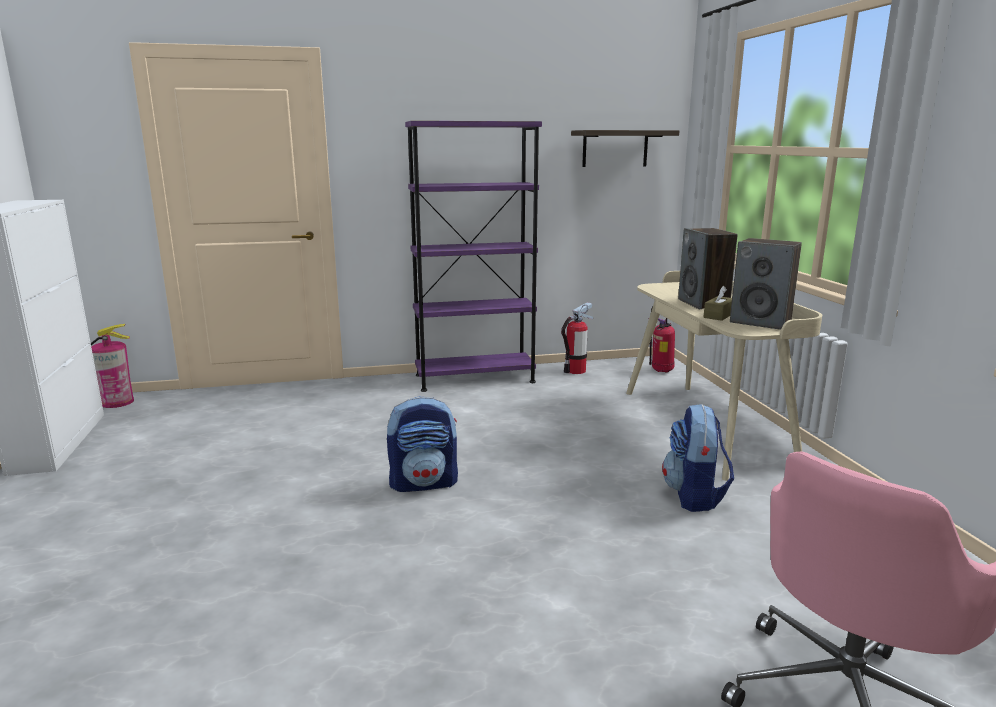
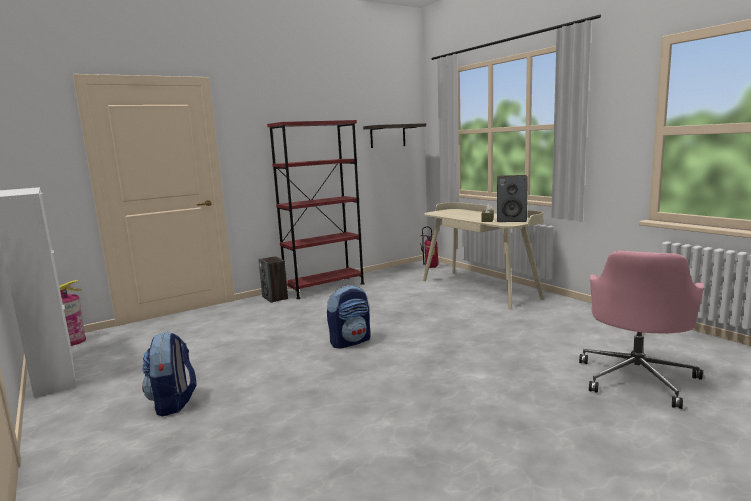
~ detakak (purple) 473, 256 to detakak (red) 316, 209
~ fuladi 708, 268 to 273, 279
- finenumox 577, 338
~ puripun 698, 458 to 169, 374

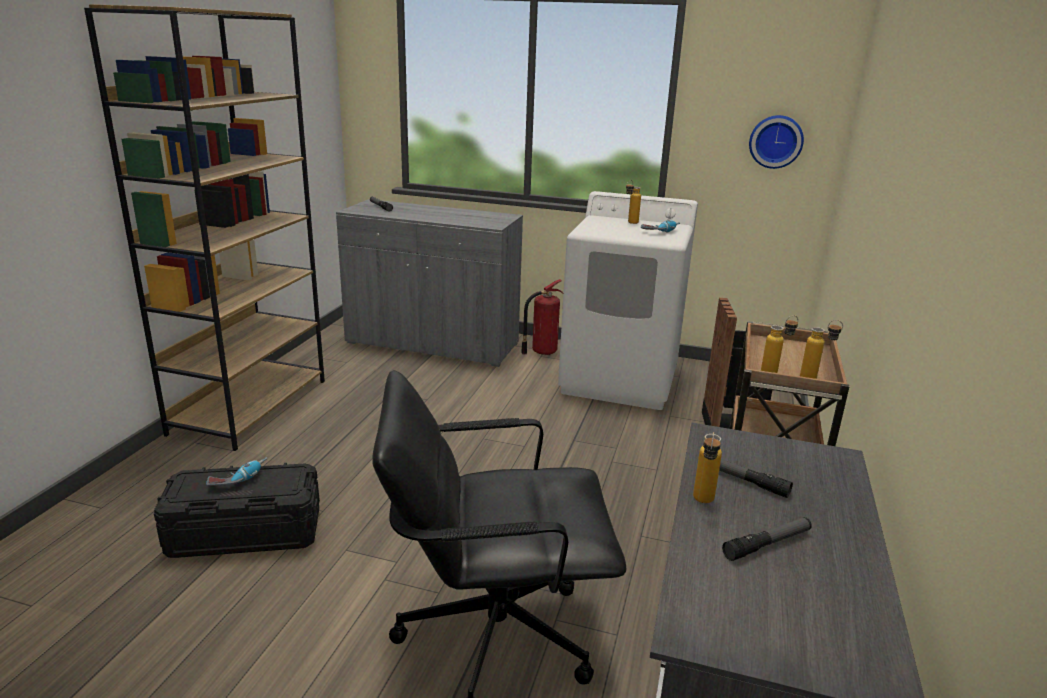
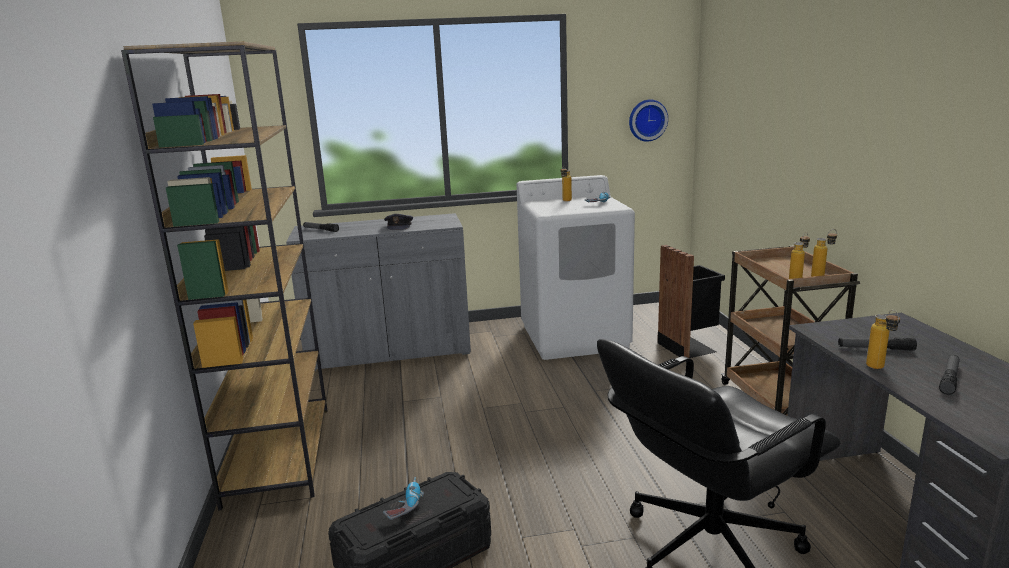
- finenumox 542, 317
+ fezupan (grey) 398, 222

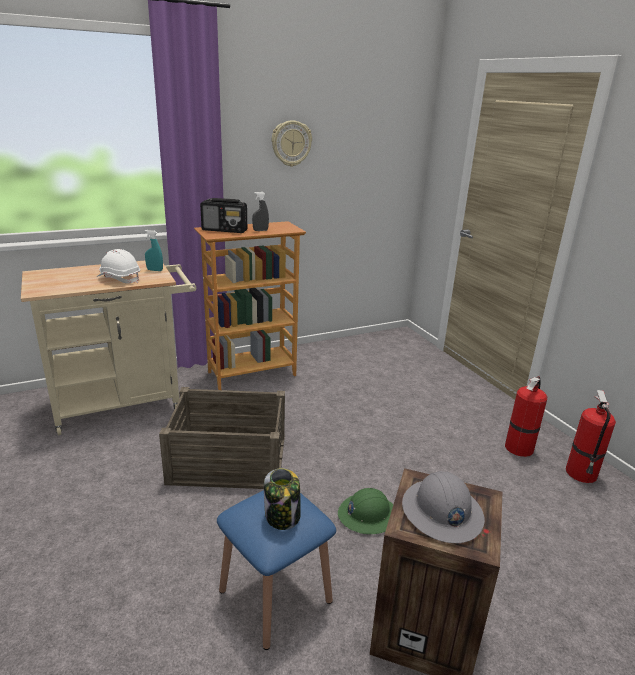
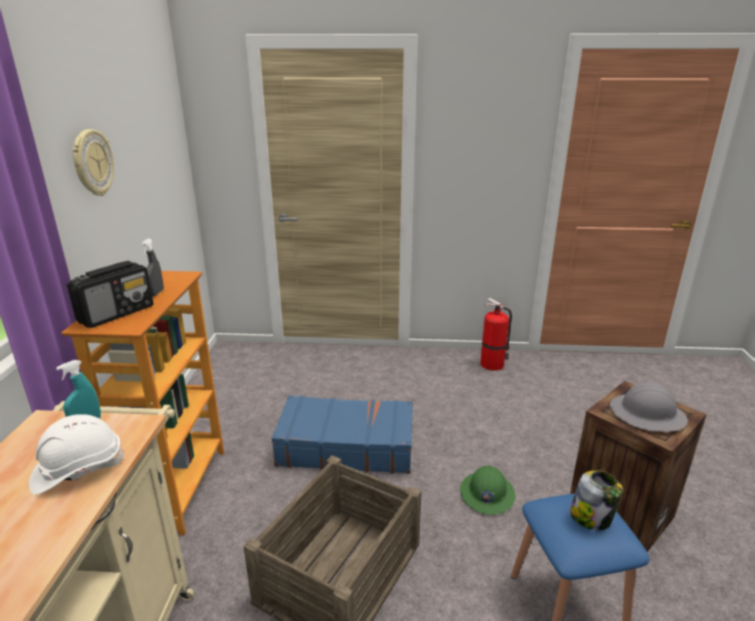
- finenumox 526, 416
+ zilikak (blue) 342, 435

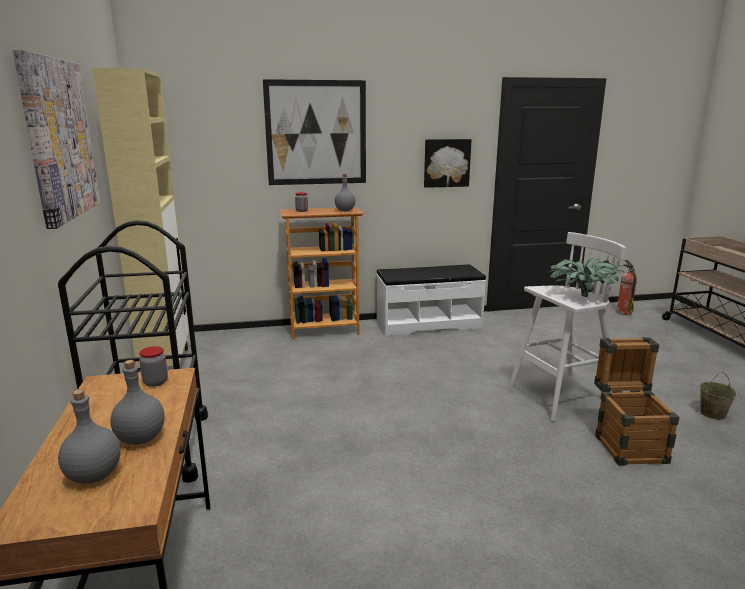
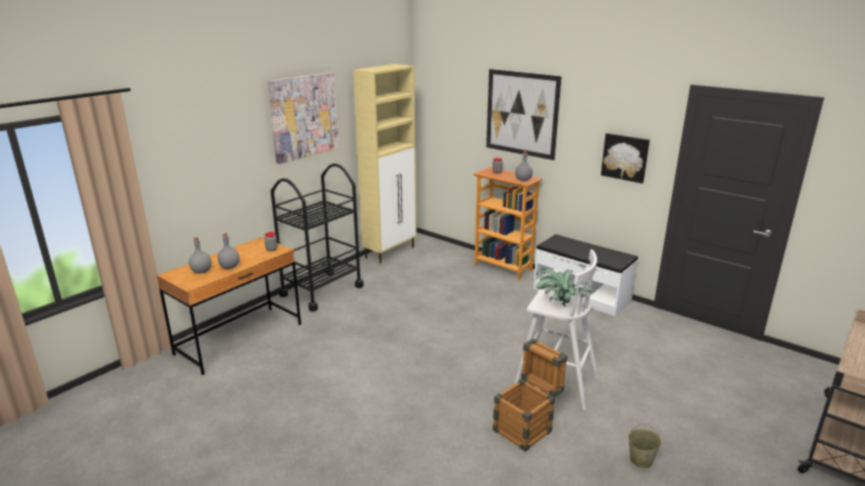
- finenumox 626, 287

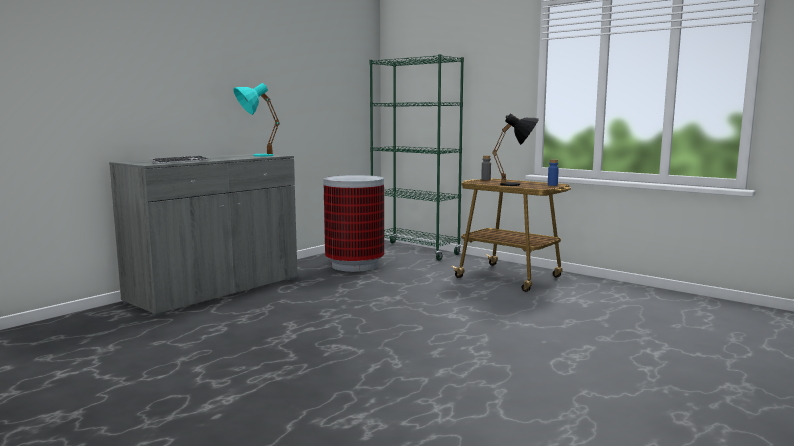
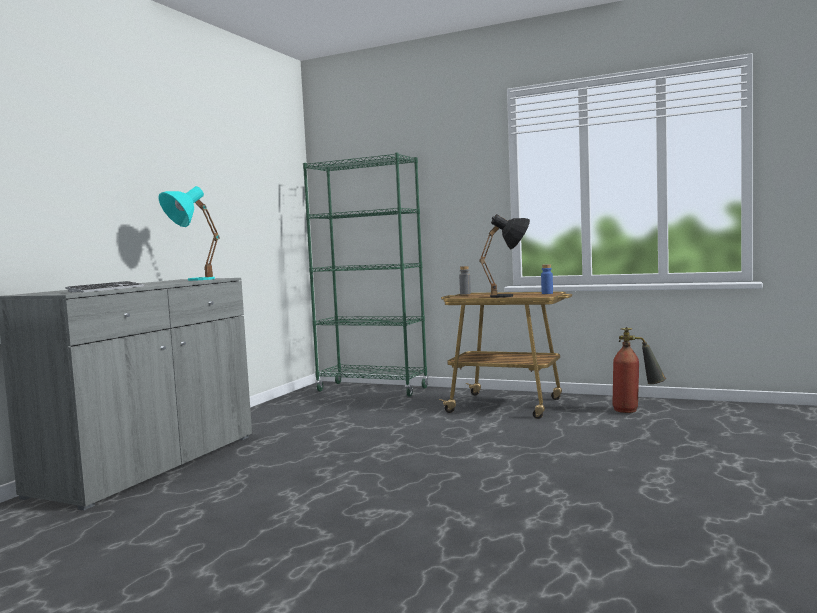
- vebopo 353, 223
+ finenumox 639, 370

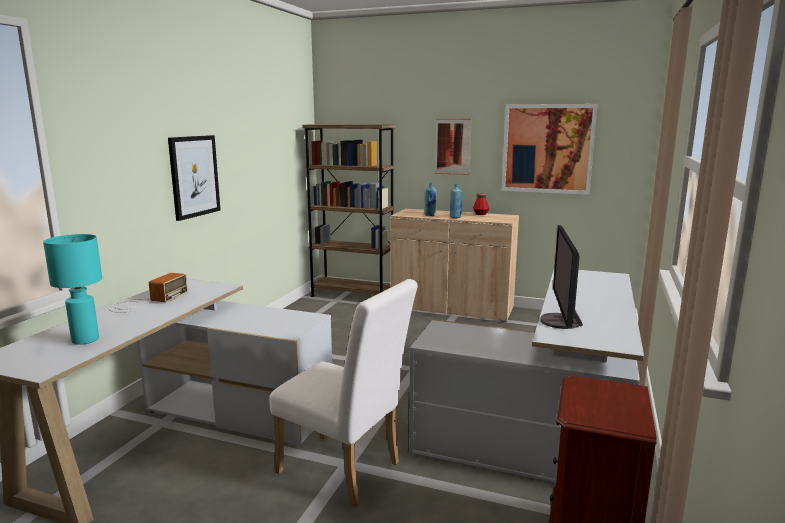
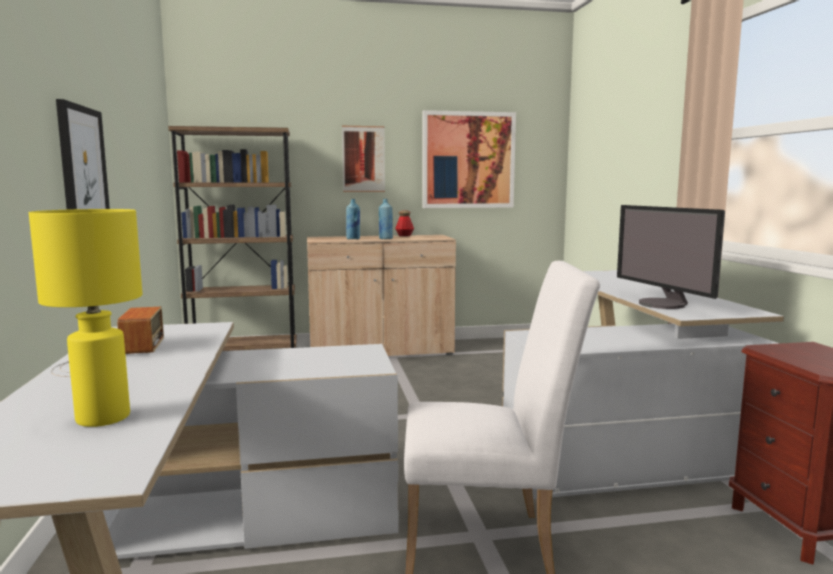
~ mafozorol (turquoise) 72, 289 to mafozorol (yellow) 85, 318

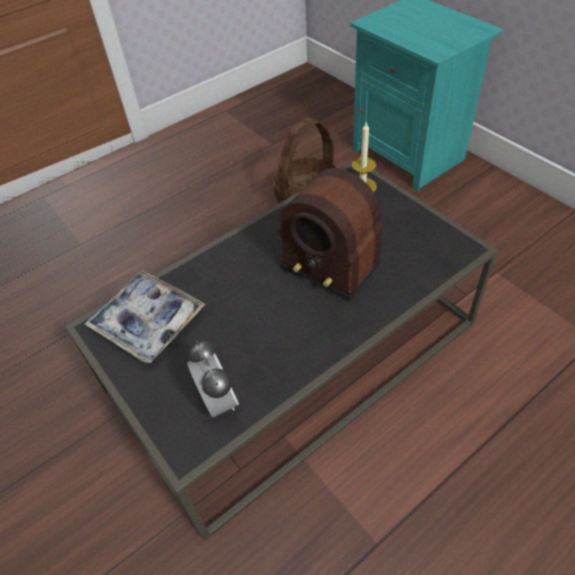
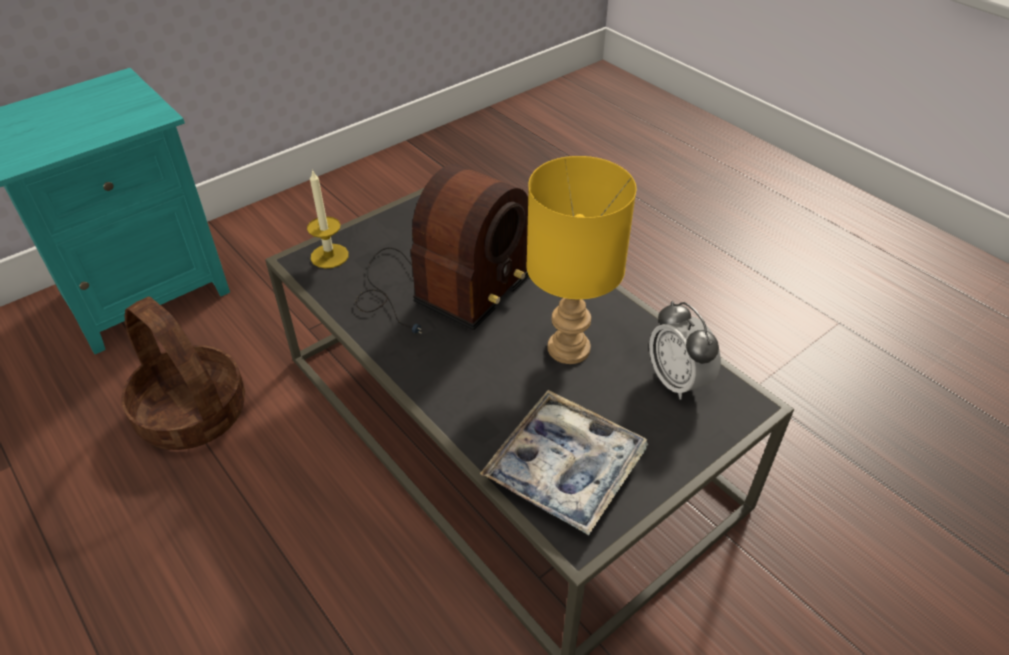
~ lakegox 213, 379 = 685, 350 90 degrees counterclockwise
+ mafozorol (yellow) 581, 260

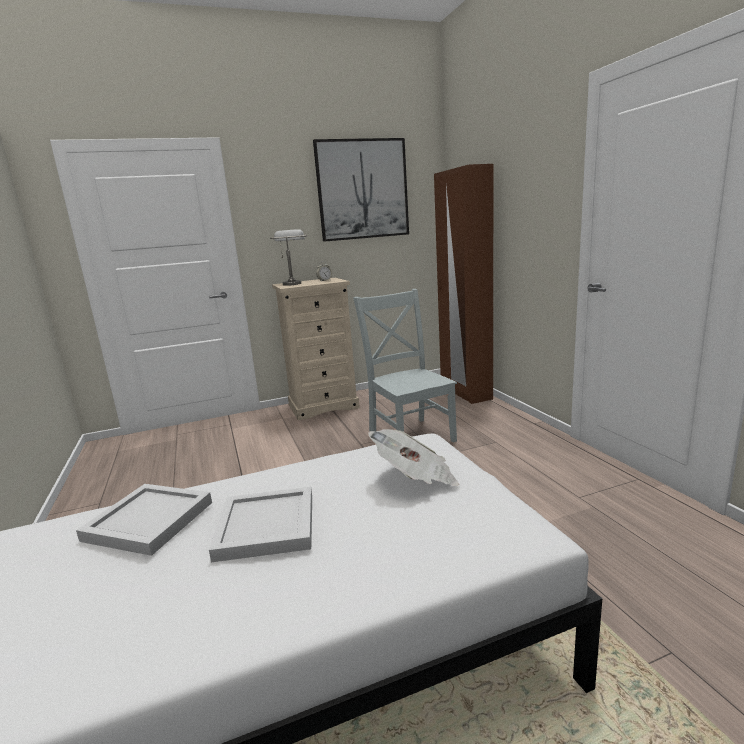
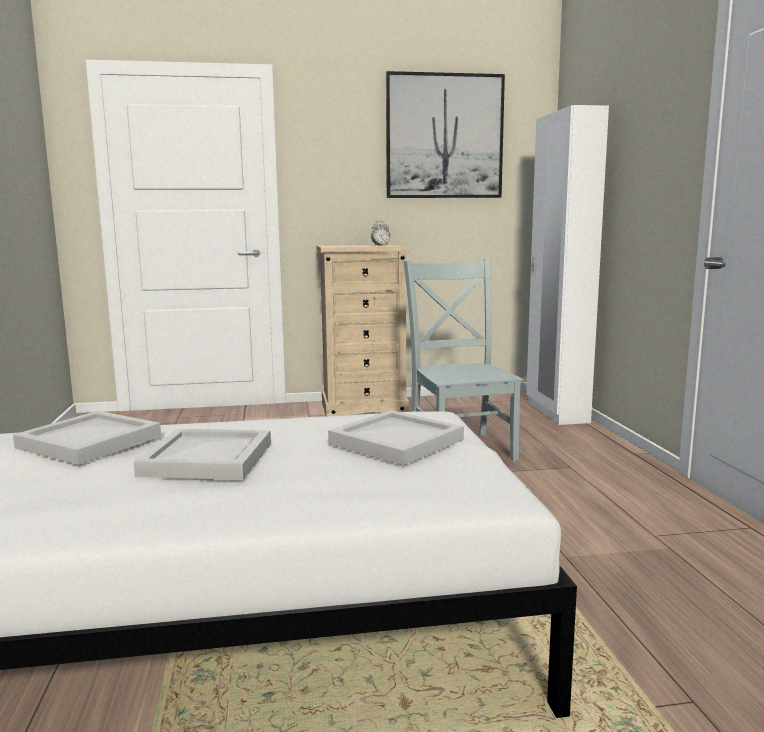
~ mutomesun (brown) 463, 284 to mutomesun (white) 567, 265
- mafozorol (grey) 288, 257
~ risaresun 414, 457 to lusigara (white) 396, 438

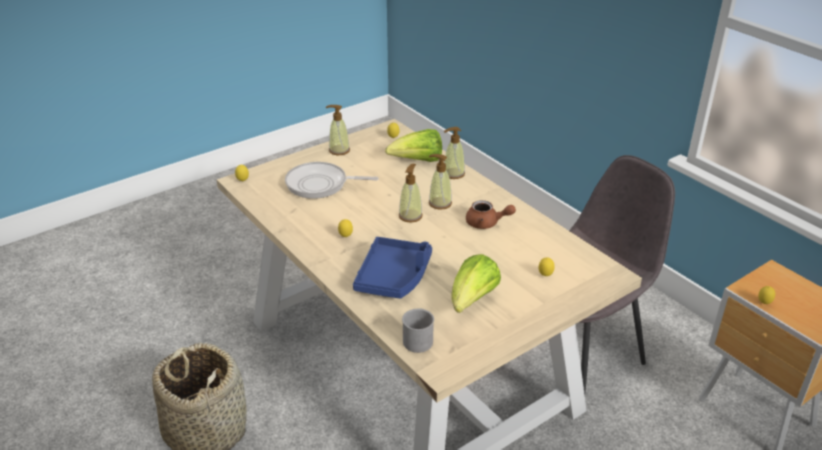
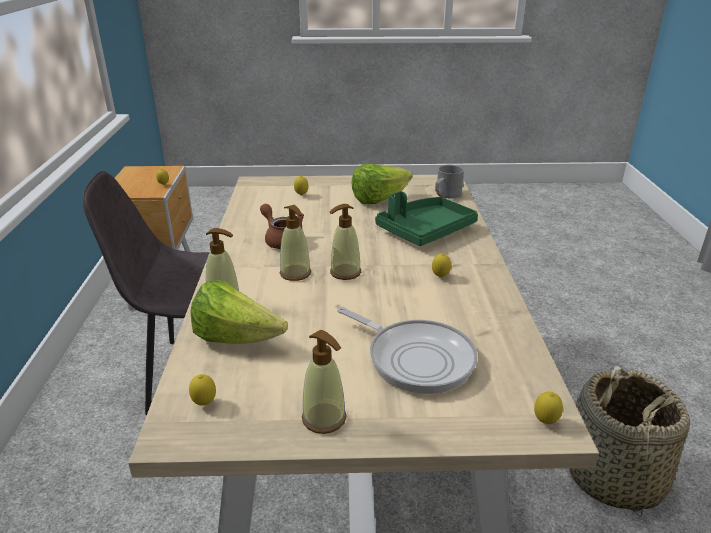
~ lusigara (blue) 392, 267 to lusigara (green) 426, 218

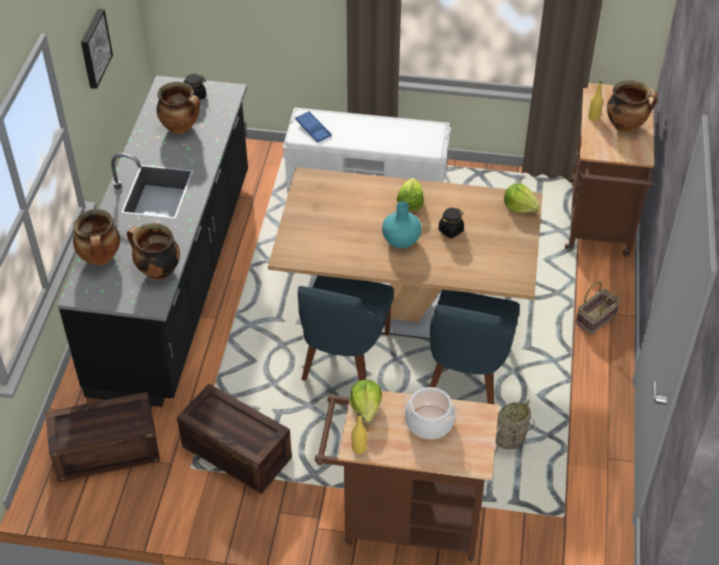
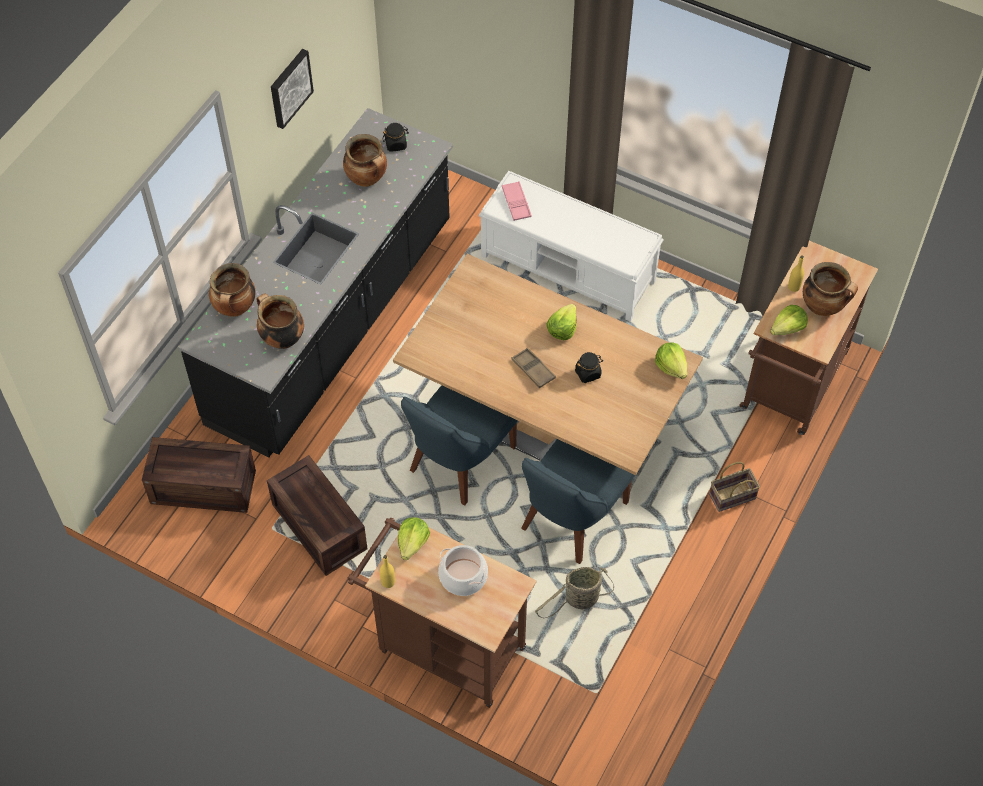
~ lusigara (blue) 313, 126 to lusigara (pink) 517, 201
~ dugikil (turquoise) 401, 224 to lusigara (brown) 534, 368
+ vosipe 789, 320

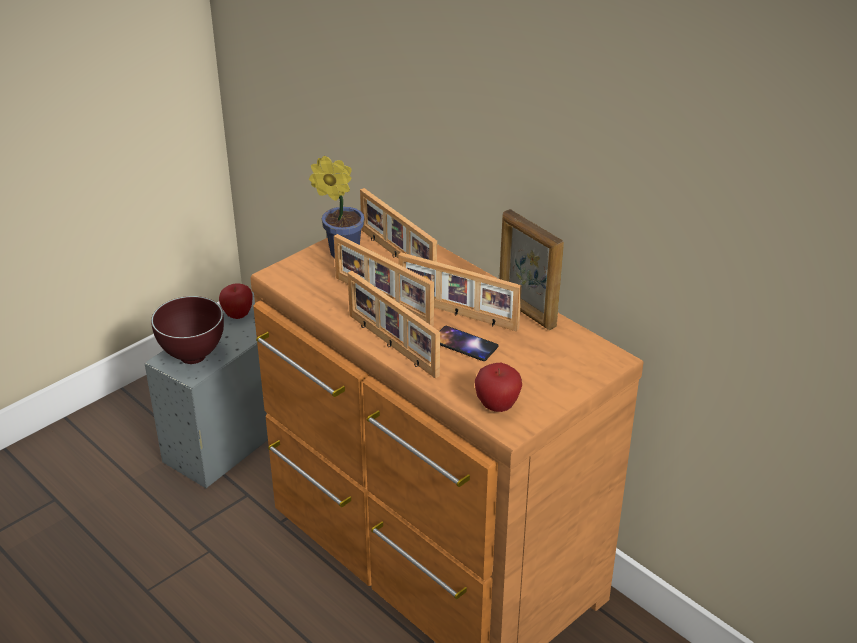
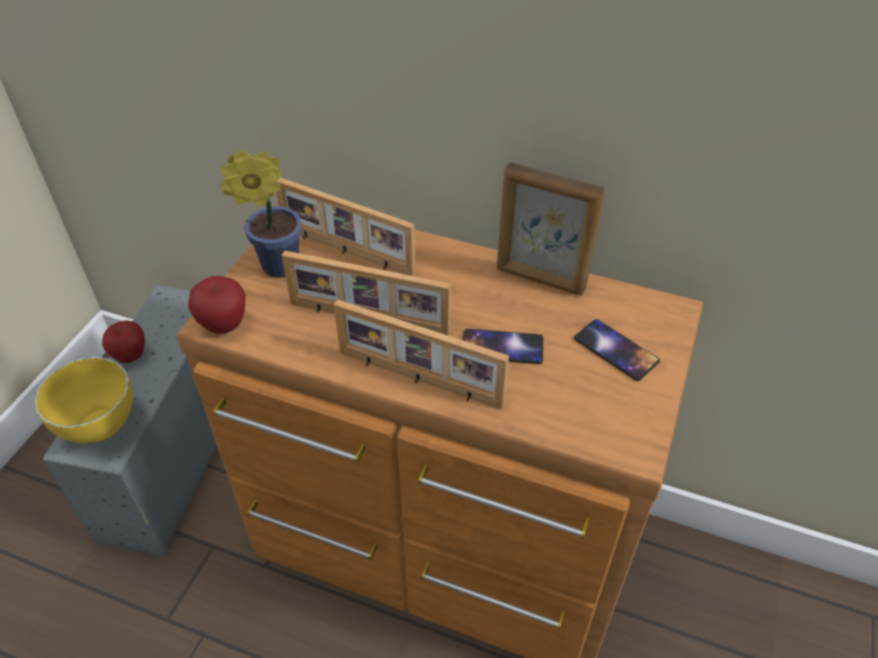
- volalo 460, 291
~ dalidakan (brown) 187, 330 to dalidakan (yellow) 83, 400
~ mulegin 498, 387 to 217, 304
+ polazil 617, 350

